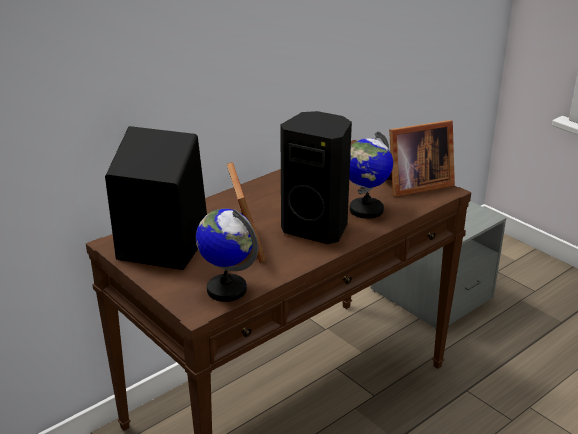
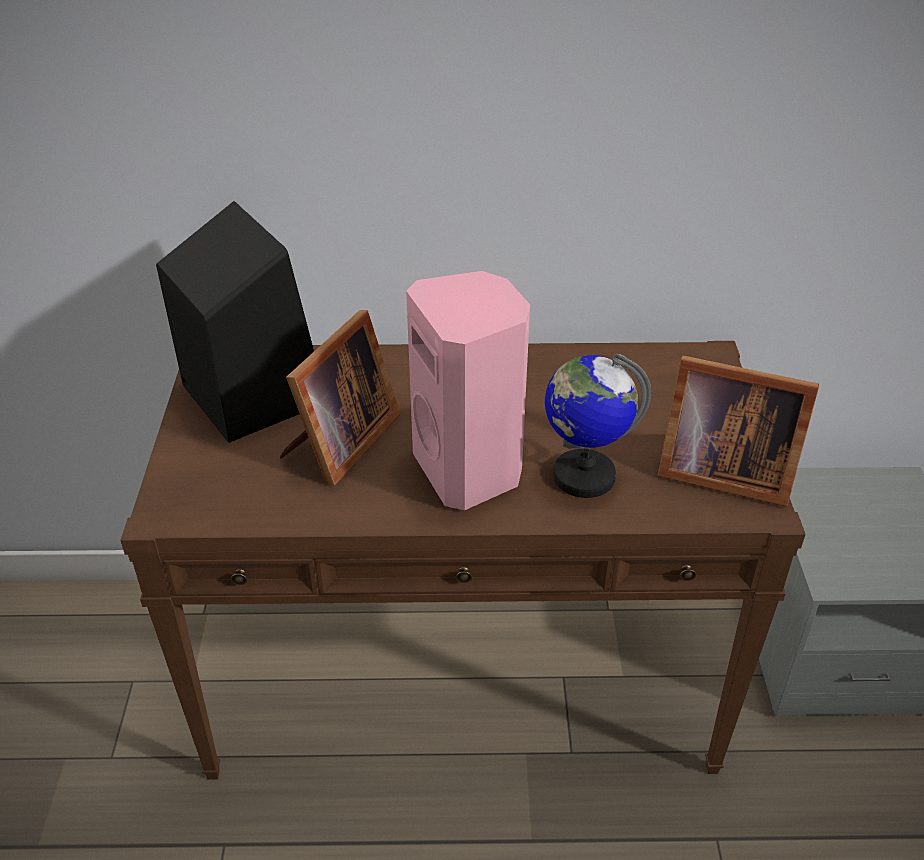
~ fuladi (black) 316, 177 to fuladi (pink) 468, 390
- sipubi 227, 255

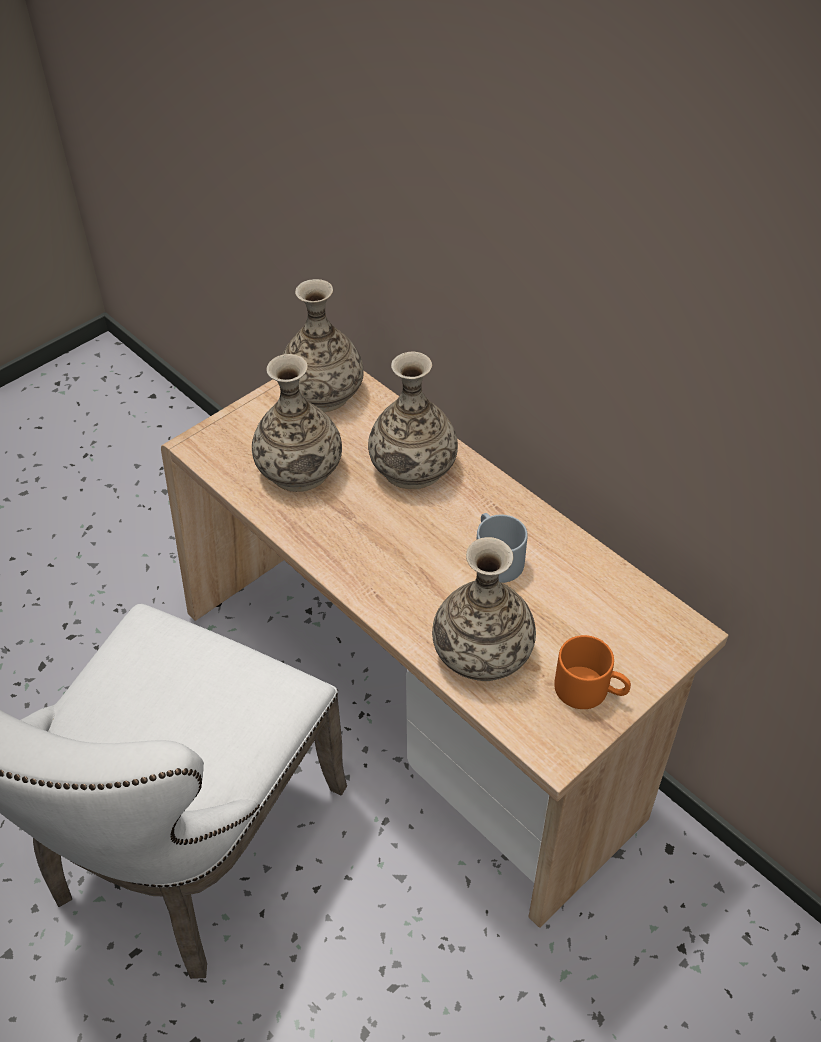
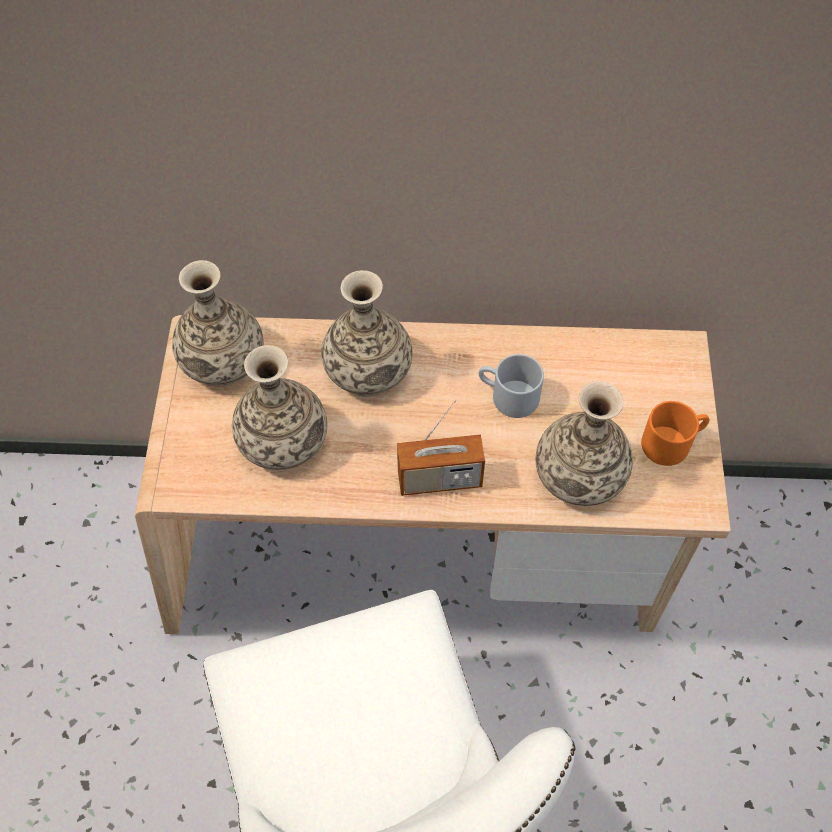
+ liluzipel 441, 447

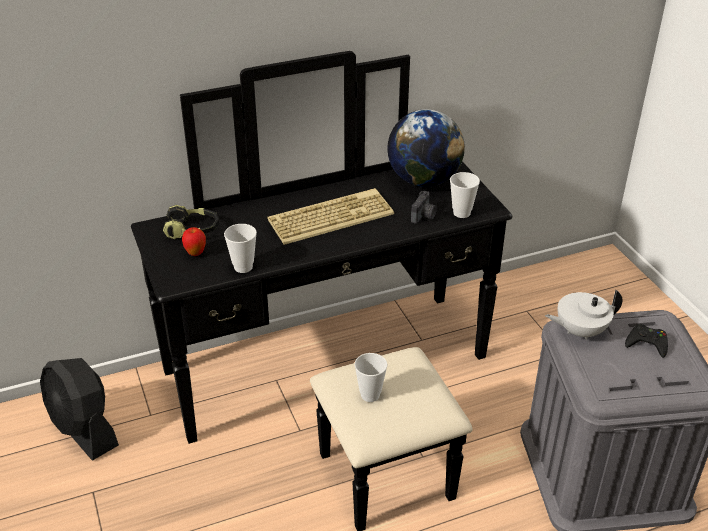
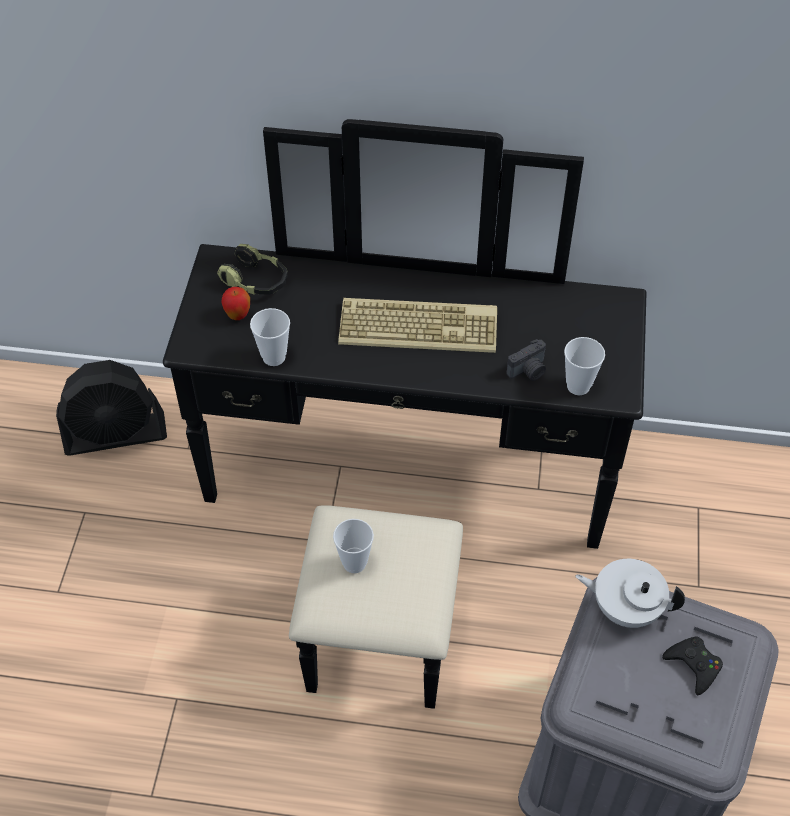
- sipubi 426, 148
~ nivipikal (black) 79, 409 = 111, 407 90 degrees counterclockwise

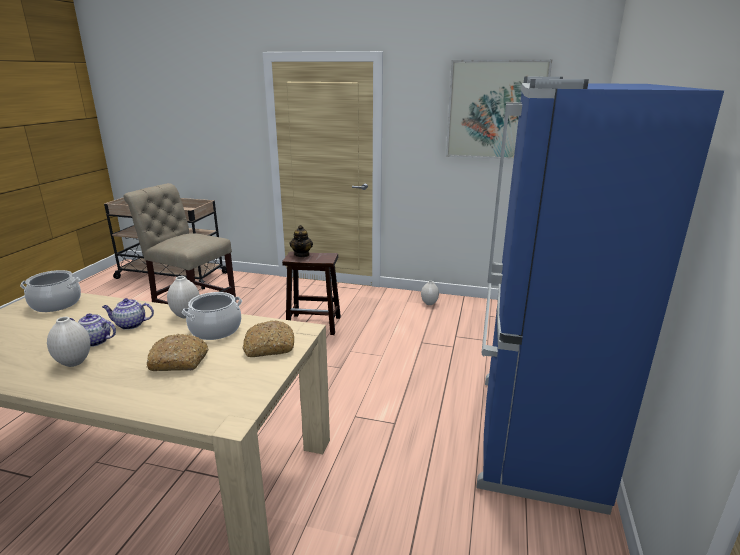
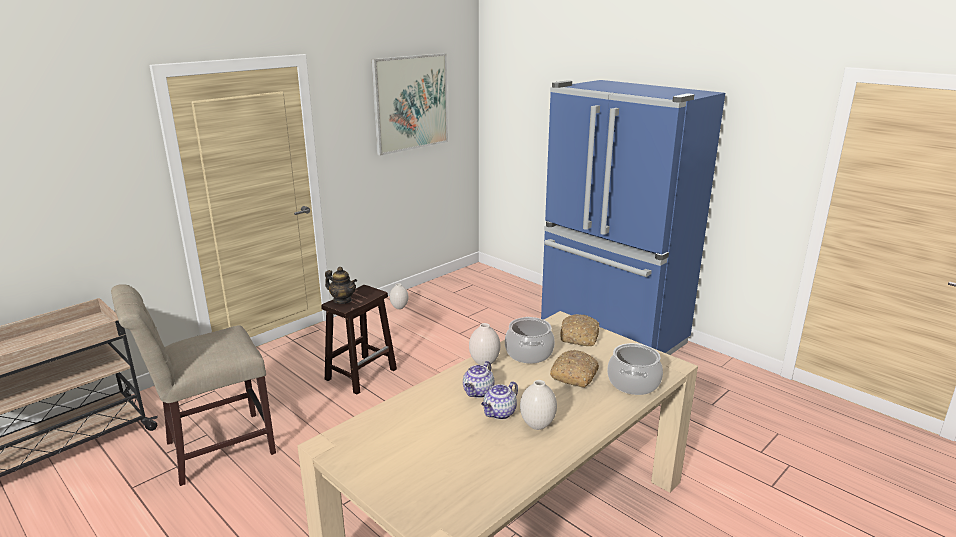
~ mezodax 50, 291 to 635, 369

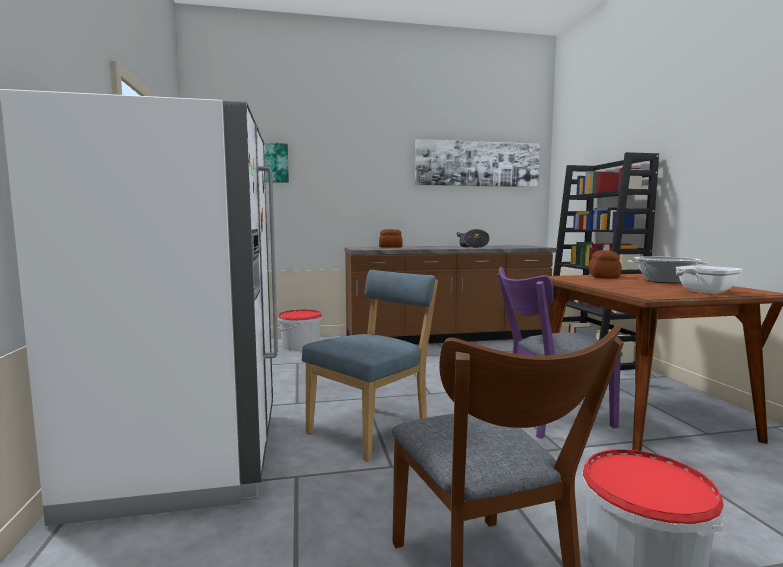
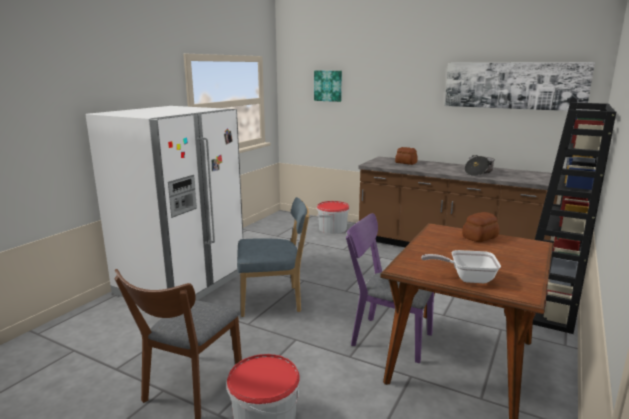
- mezodax 668, 269

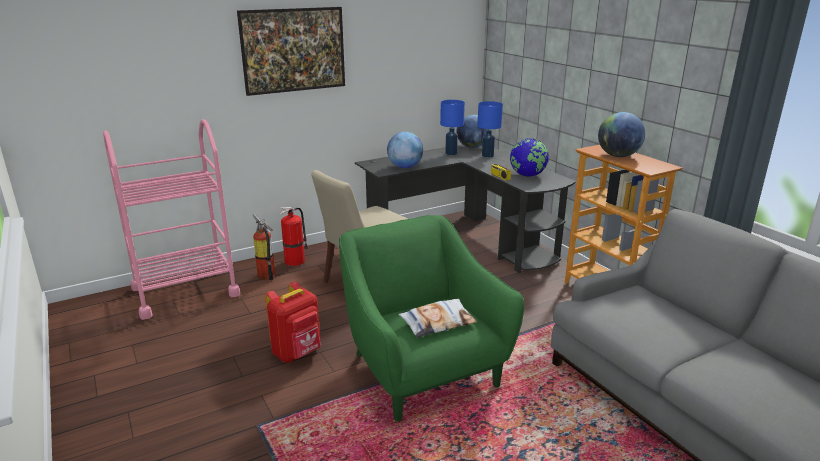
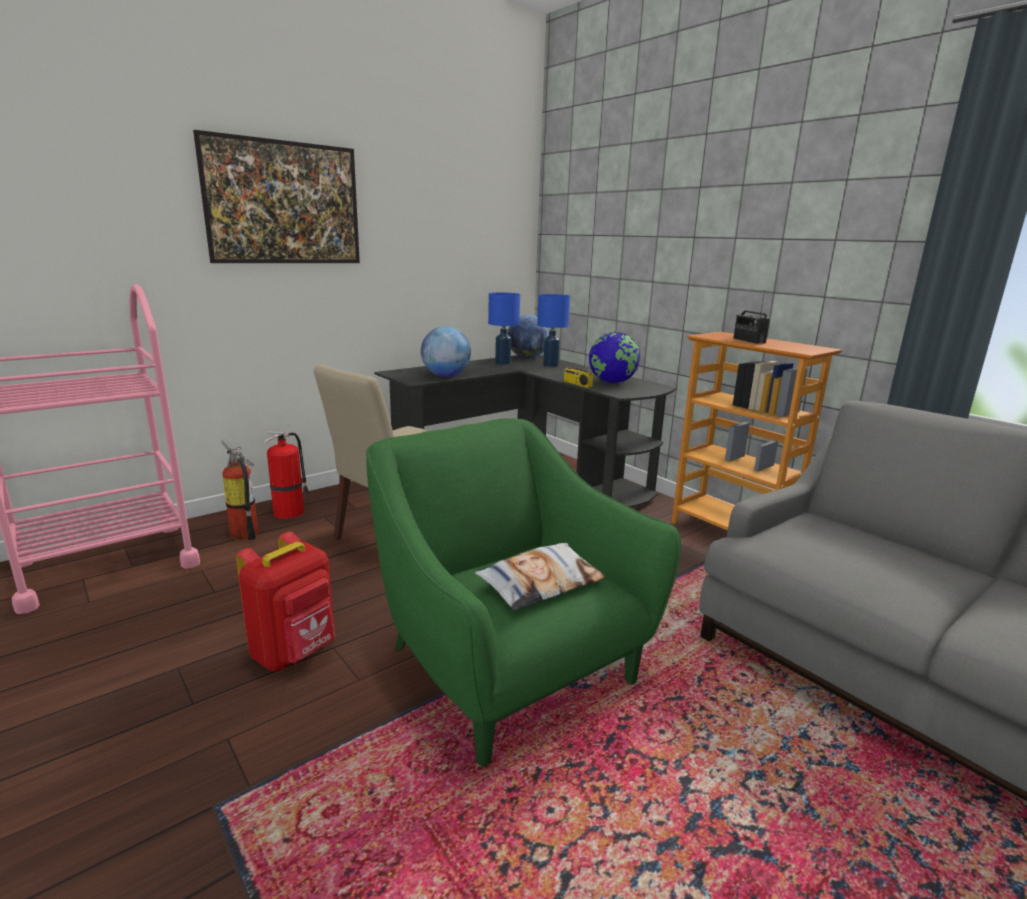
~ sipubi 621, 134 to liluzipel 751, 317

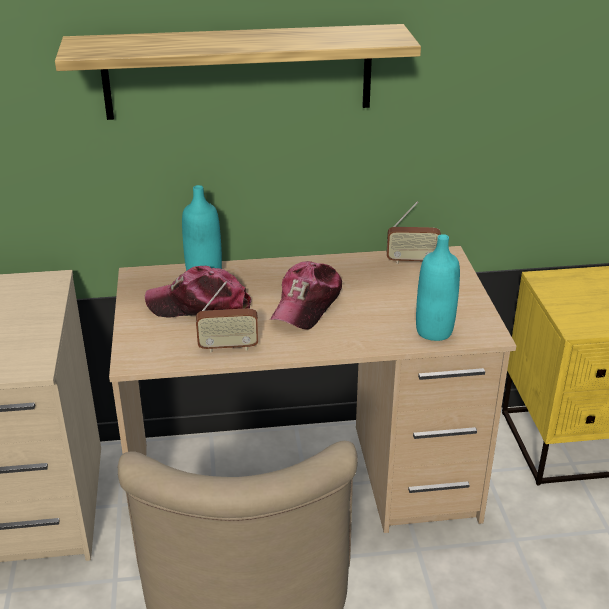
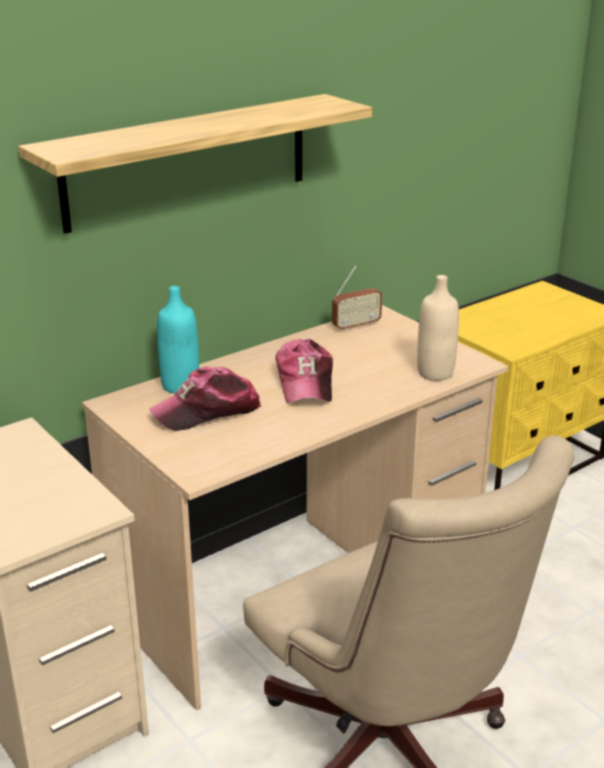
~ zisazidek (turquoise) 438, 287 to zisazidek (beige) 438, 328
- liluzipel 227, 317

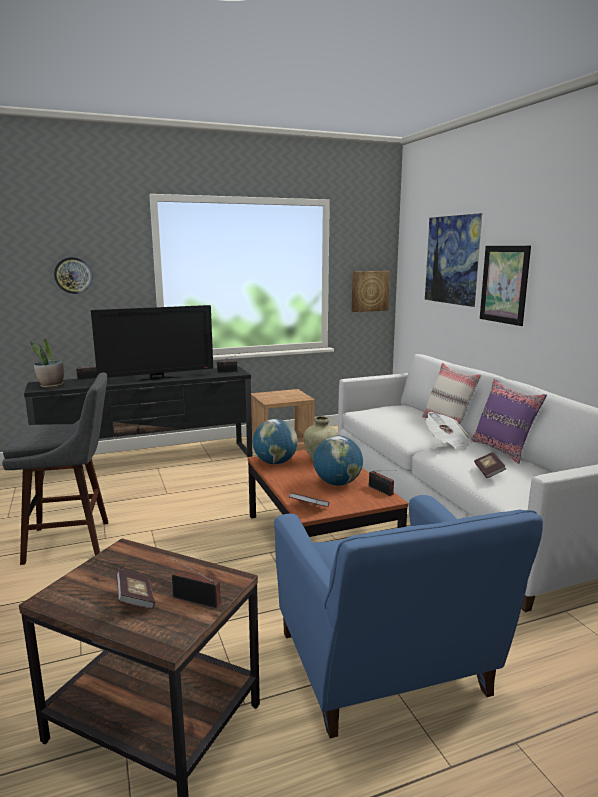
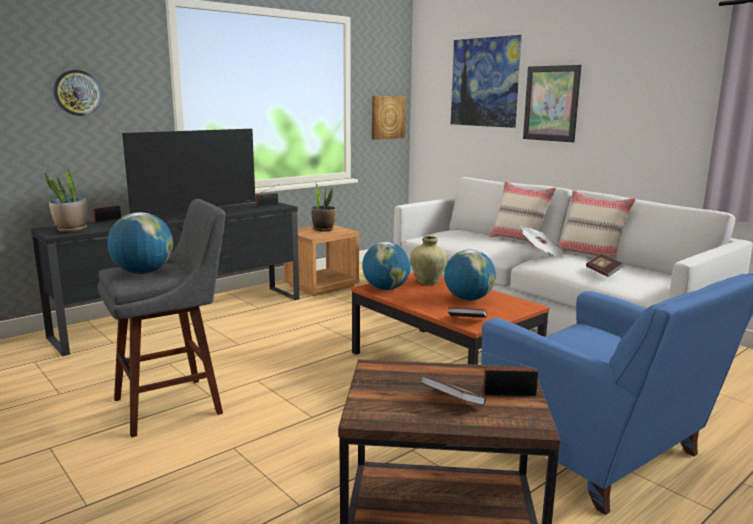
~ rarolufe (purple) 509, 421 to rarolufe (beige) 597, 225
- liluzipel 381, 483
+ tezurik 323, 207
+ sipubi 140, 243

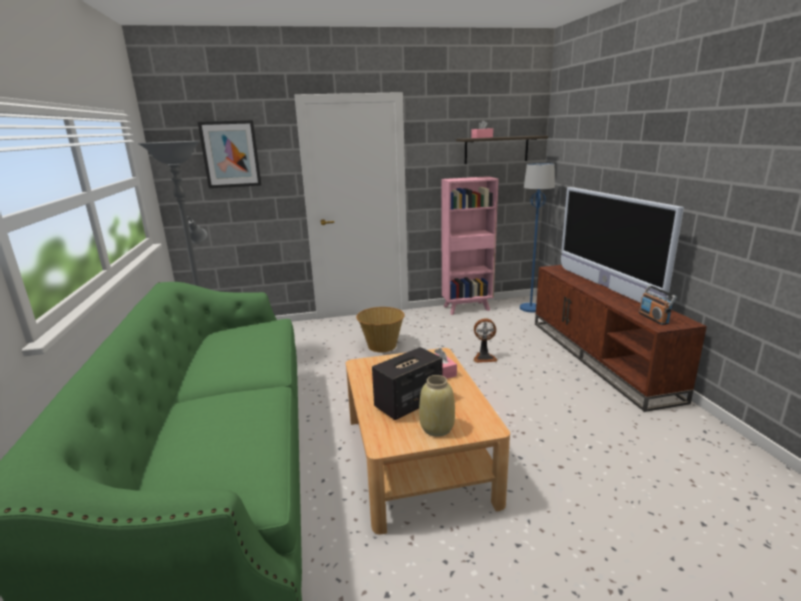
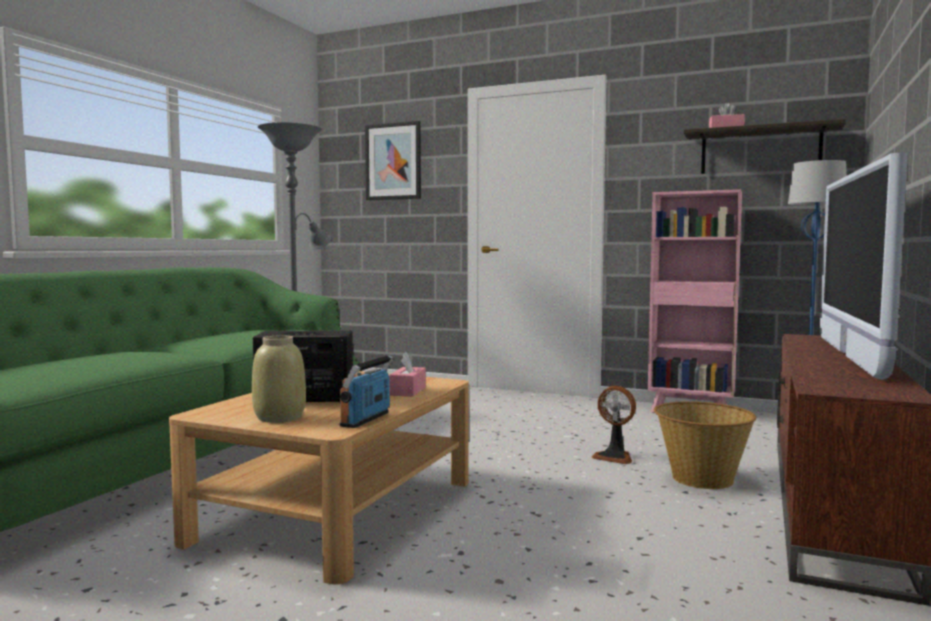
~ liluzipel 658, 305 to 366, 391
~ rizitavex 380, 329 to 705, 445

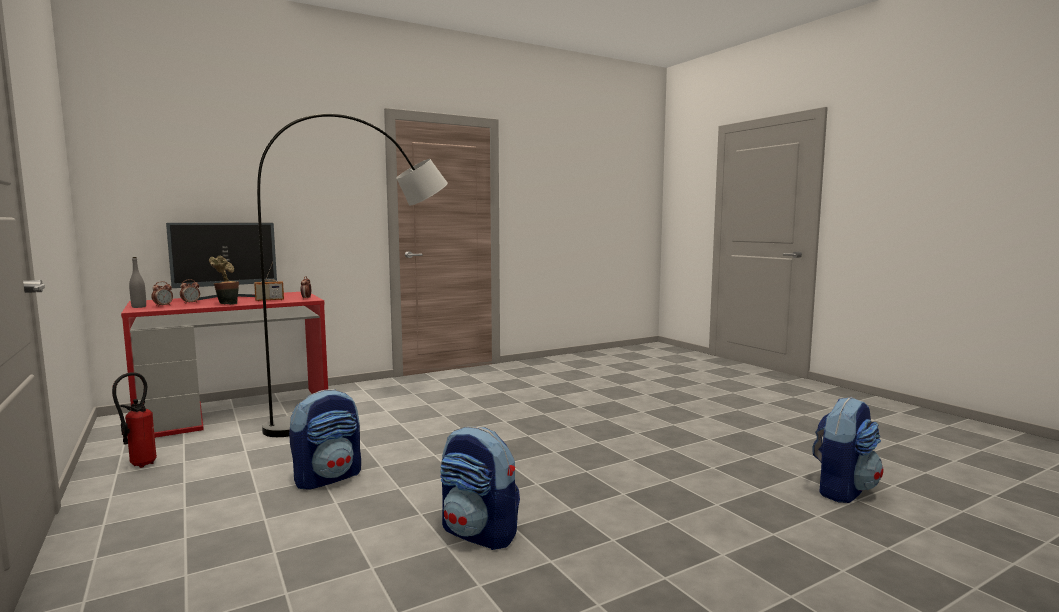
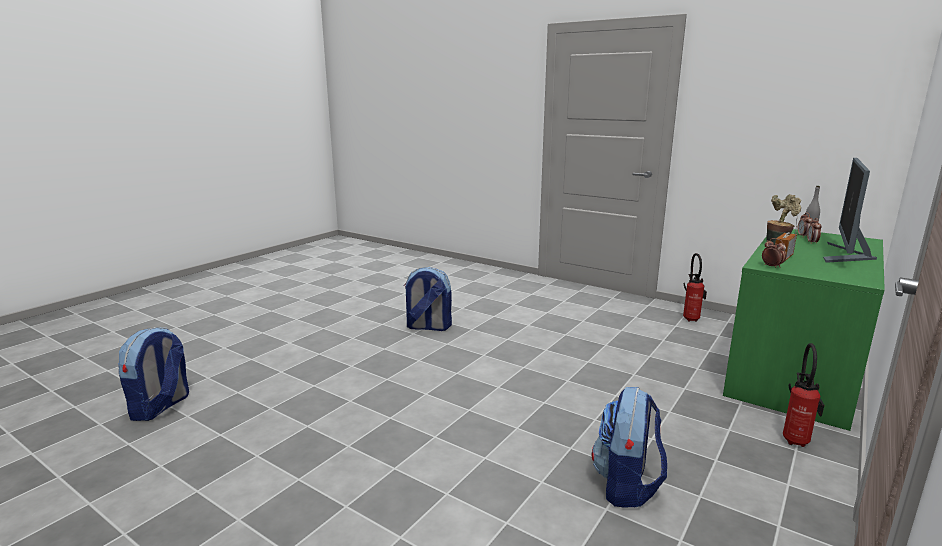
- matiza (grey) 352, 275
~ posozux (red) 224, 365 to posozux (green) 804, 330
~ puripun 325, 439 to 629, 447
+ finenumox 803, 395

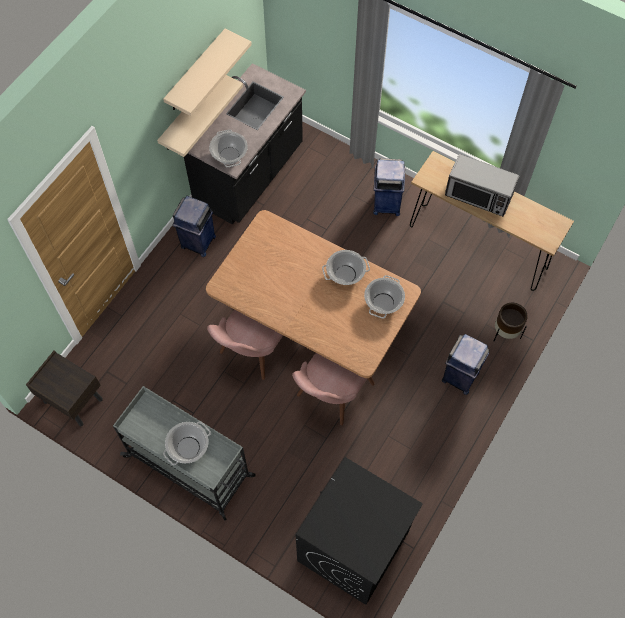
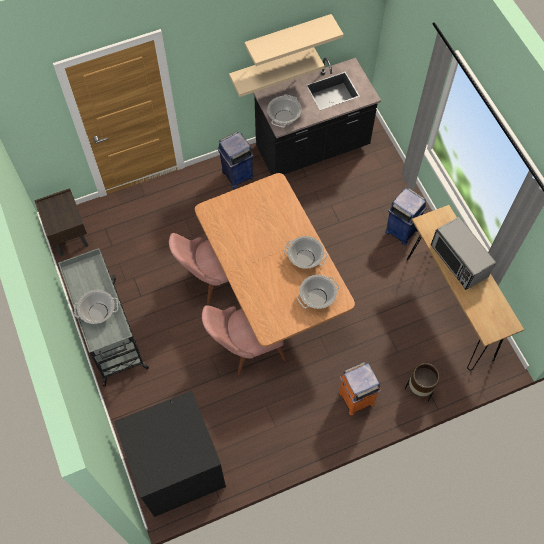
~ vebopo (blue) 465, 364 to vebopo (orange) 360, 388

